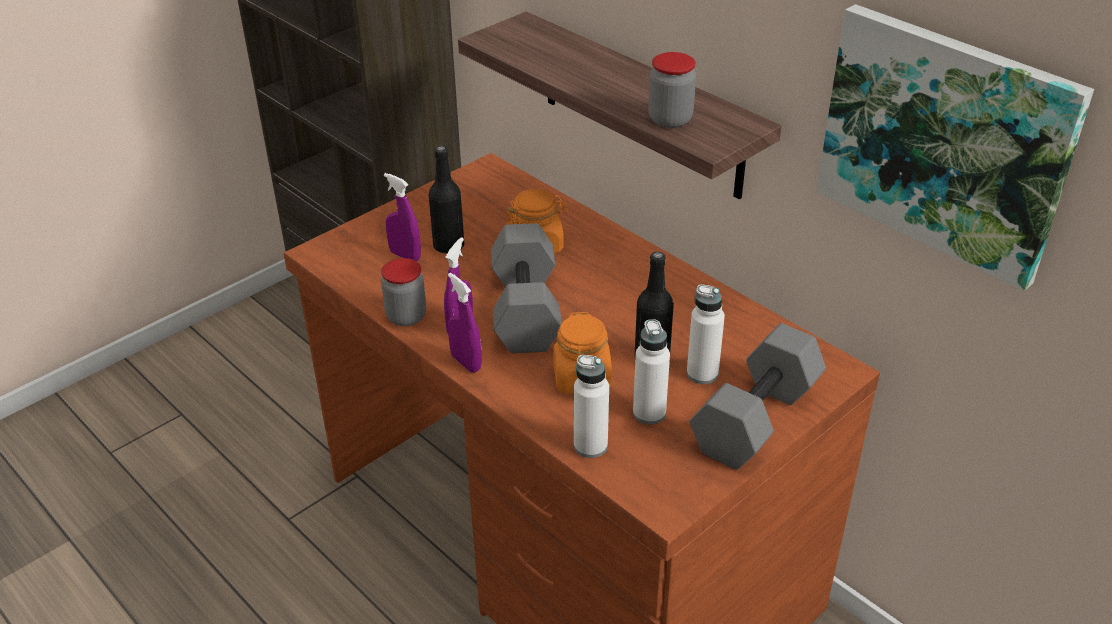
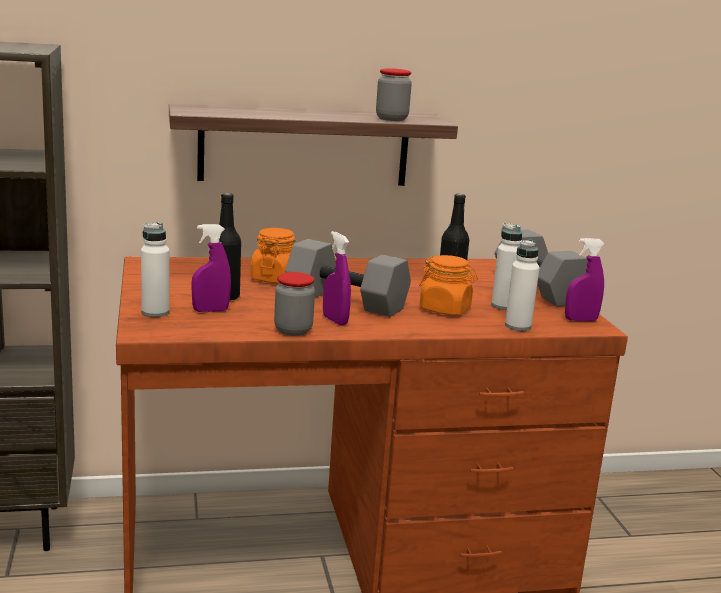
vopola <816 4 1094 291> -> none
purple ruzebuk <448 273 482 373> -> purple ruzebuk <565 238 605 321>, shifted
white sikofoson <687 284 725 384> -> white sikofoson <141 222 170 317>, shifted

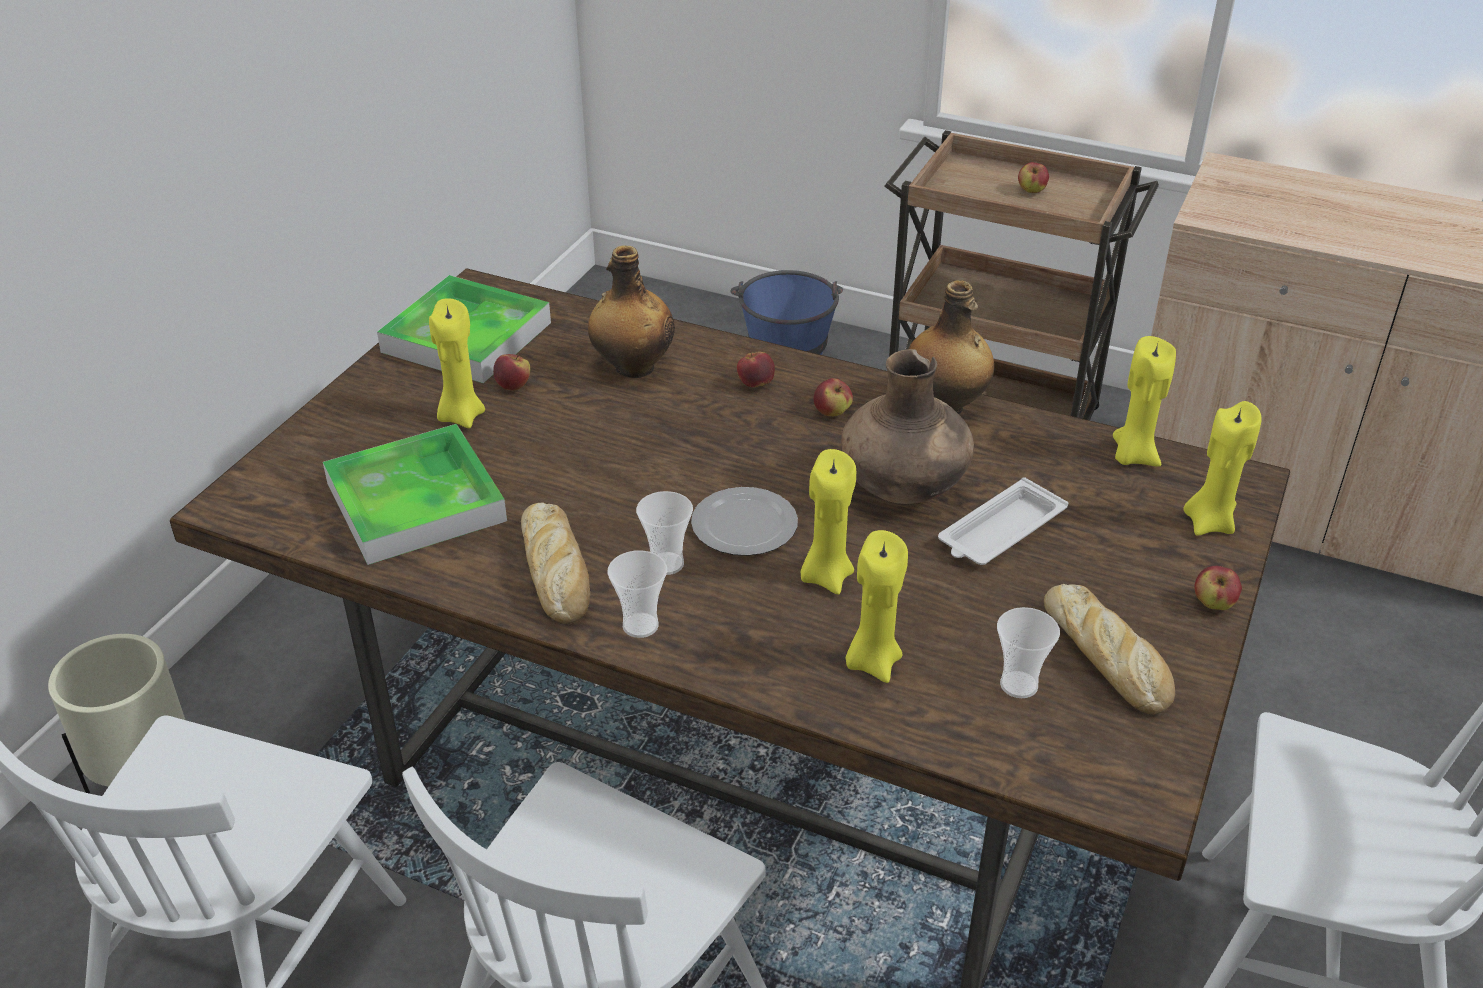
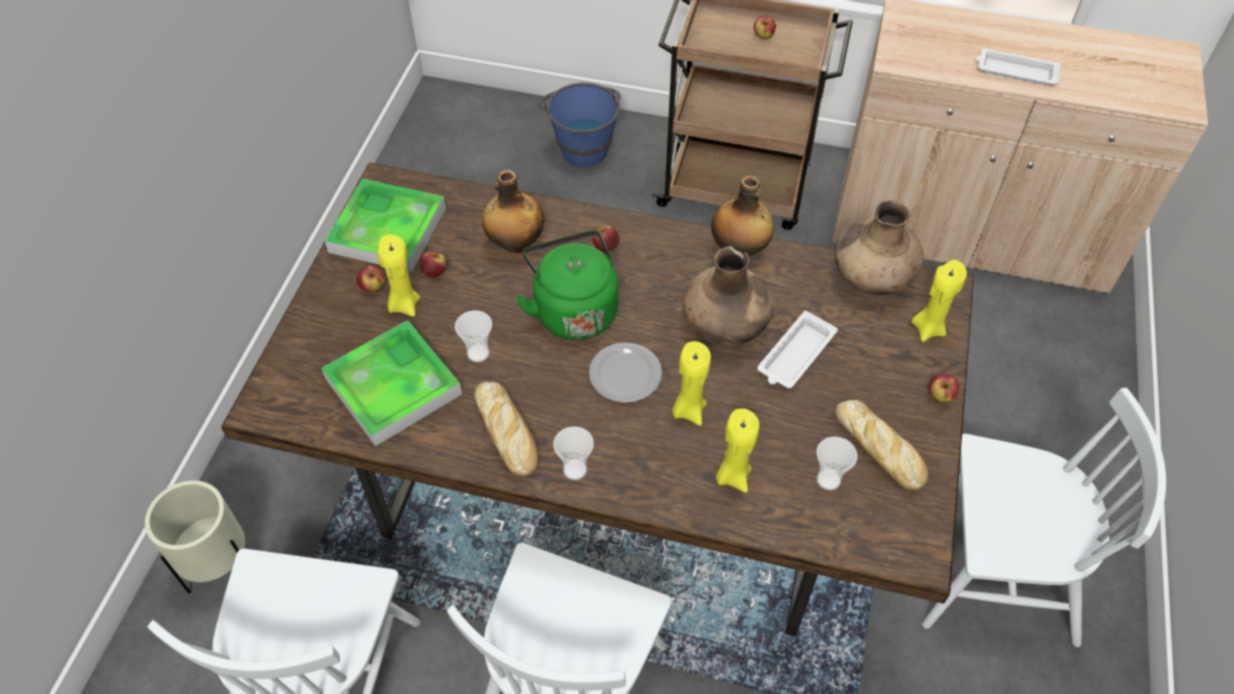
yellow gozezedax <1113 336 1176 466> -> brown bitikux <835 200 924 295>
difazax <814 378 853 416> -> difazax <357 265 385 292>, shifted
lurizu <636 491 693 575> -> lurizu <455 311 492 362>, shifted
none -> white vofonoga <976 48 1061 85>
none -> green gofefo <516 230 618 340>

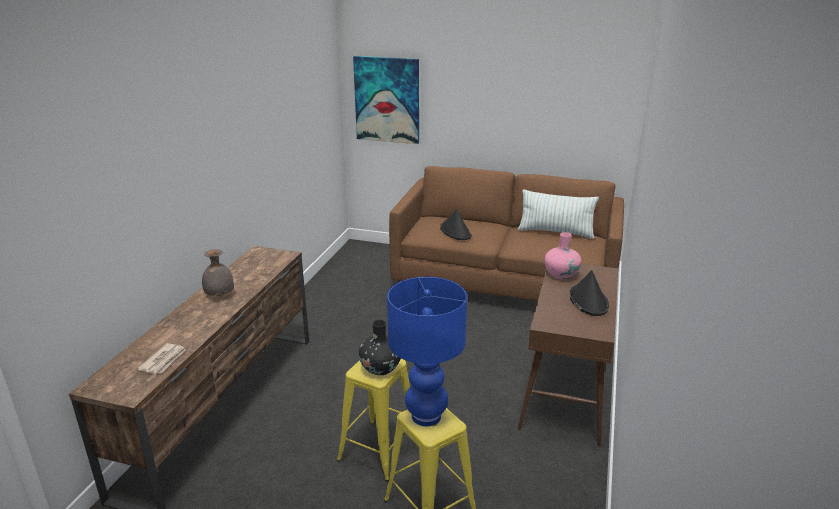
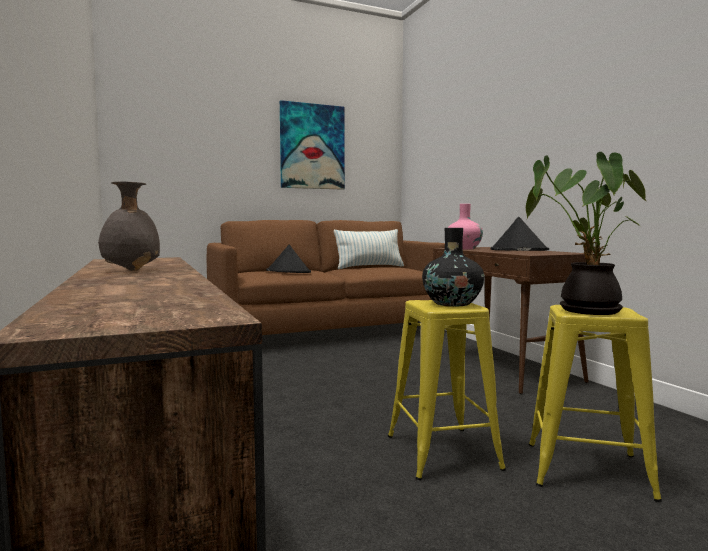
vopola <353 56 419 144> -> vopola <280 100 345 190>, shifted
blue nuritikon <387 277 467 426> -> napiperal <526 152 647 315>
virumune <137 343 187 374> -> none

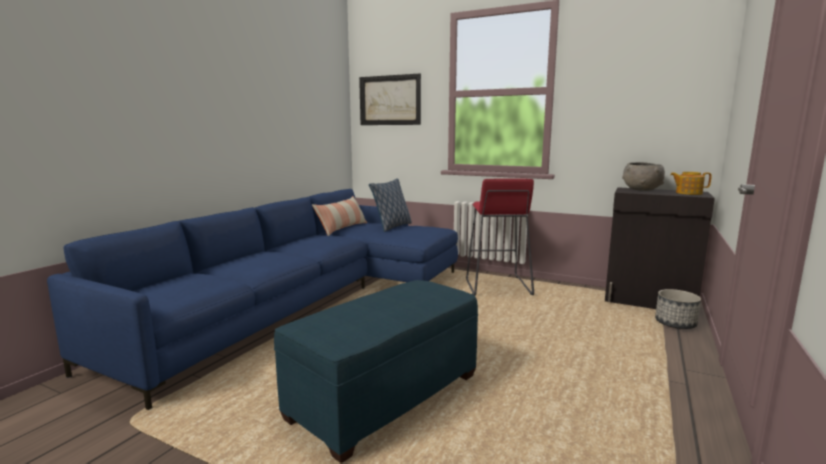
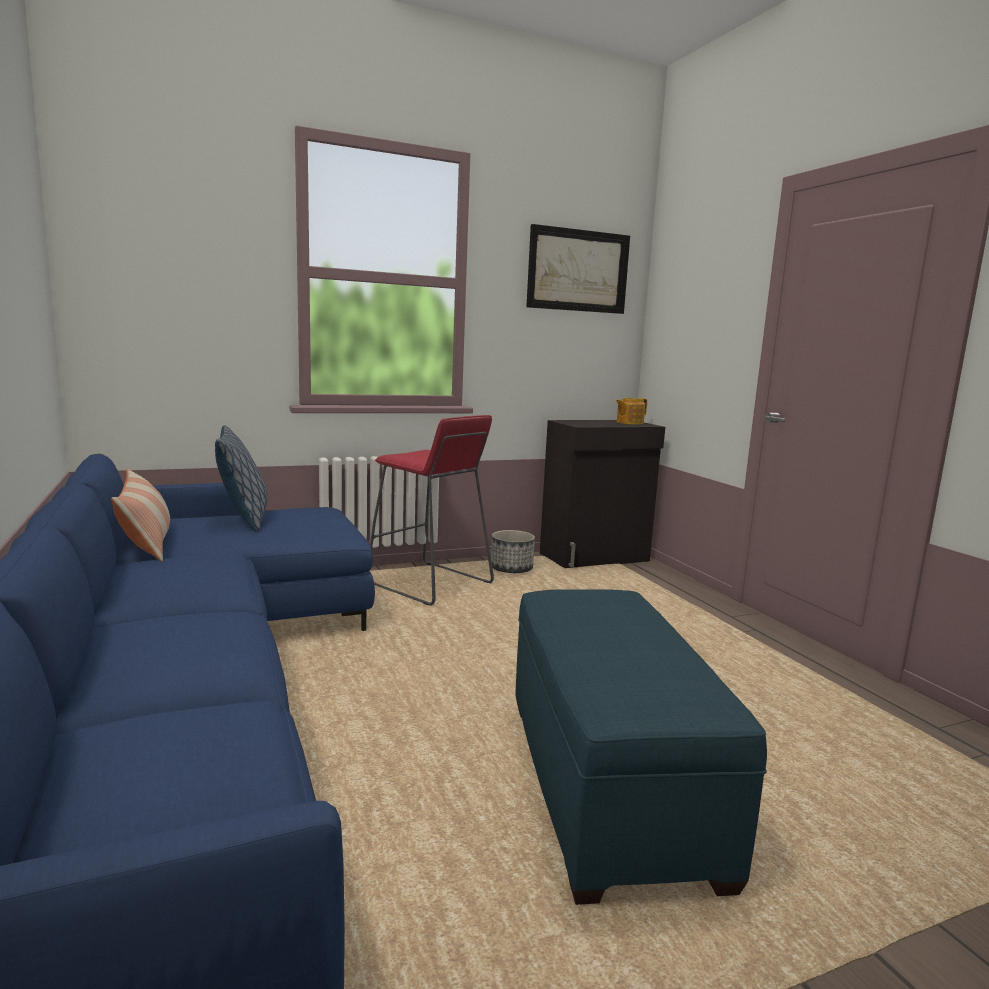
vopola <359 74 421 125> -> vopola <526 224 630 314>, shifted
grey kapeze <622 162 665 191> -> none
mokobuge <655 289 701 329> -> mokobuge <491 530 535 573>, shifted

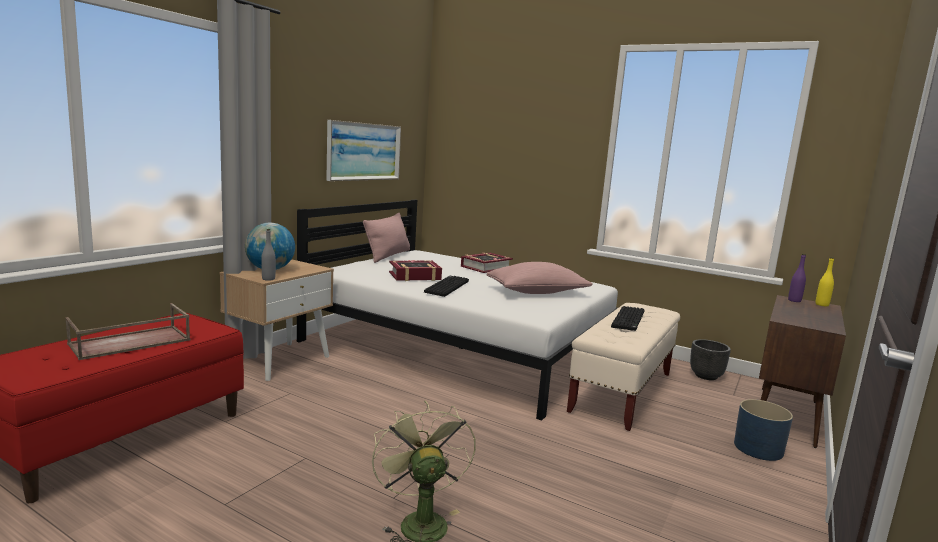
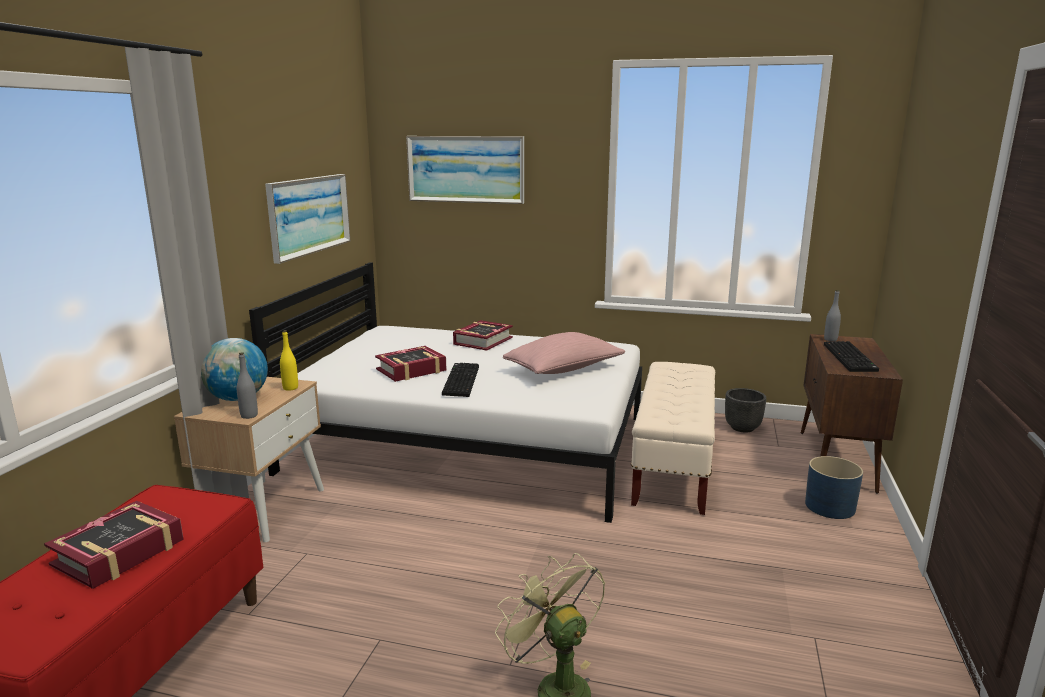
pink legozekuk <363 213 410 263> -> none
purple sikofoson <788 254 806 302> -> grey sikofoson <824 290 841 341>
yellow sikofoson <816 257 834 307> -> yellow sikofoson <280 330 298 391>, shifted
brown vofonoga <66 303 190 360> -> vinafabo <44 501 184 589>
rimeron <611 306 645 331> -> rimeron <824 341 879 372>, shifted
none -> vopola <406 136 524 204>

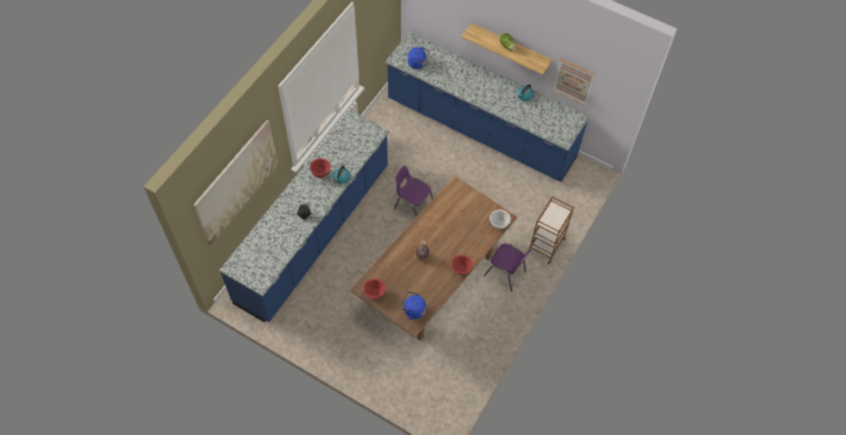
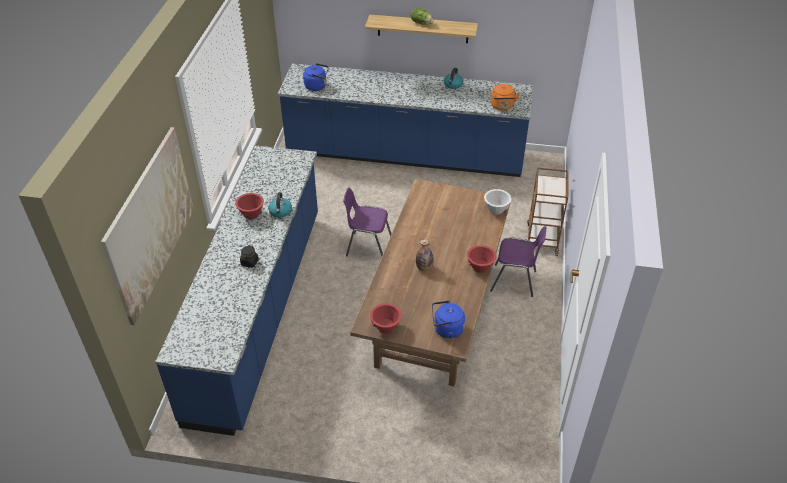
vopola <553 58 595 106> -> none
none -> orange gofefo <491 84 520 111>

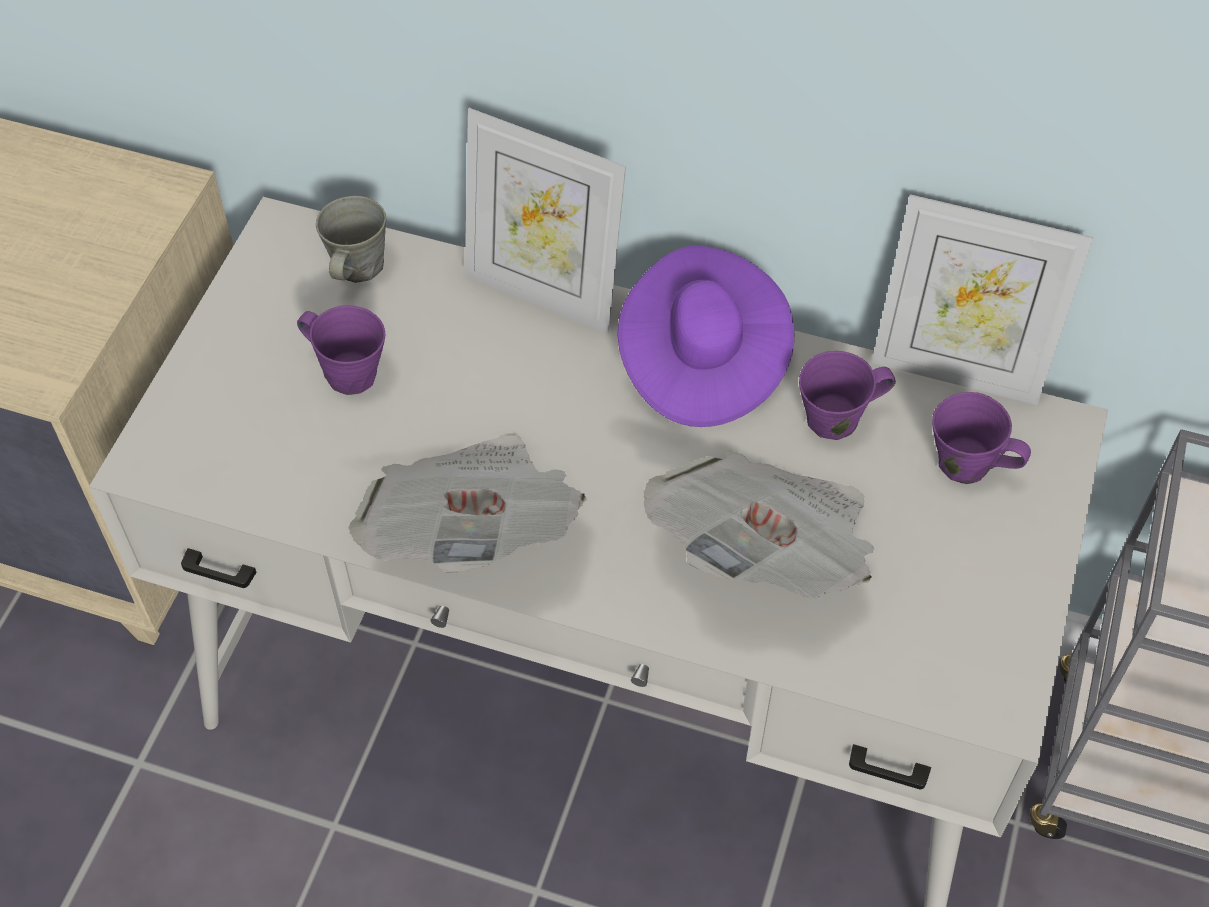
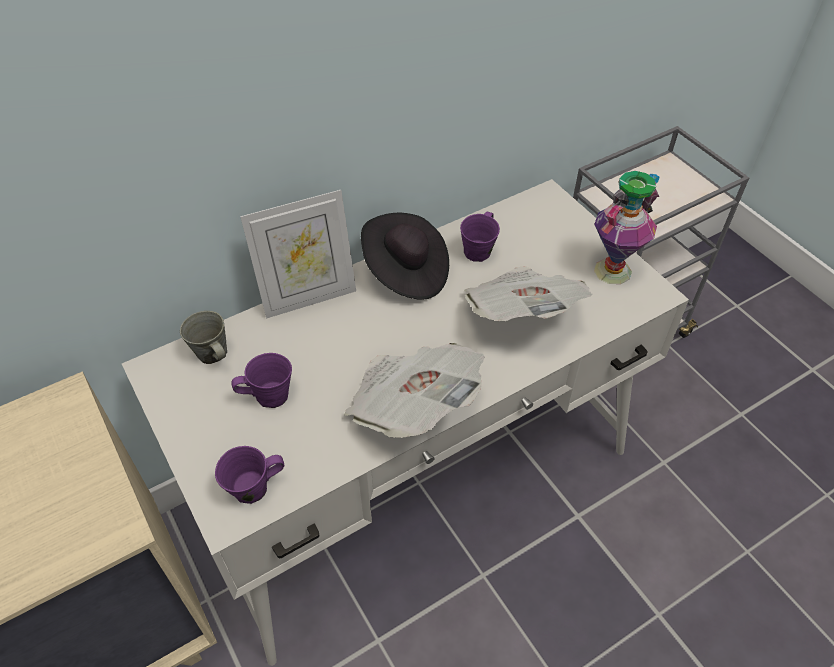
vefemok <872 194 1093 405> -> none
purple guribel <618 246 794 427> -> black guribel <361 213 449 300>
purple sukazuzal <932 392 1031 484> -> purple sukazuzal <215 446 284 504>, shifted
none -> bitikux <594 171 660 284>

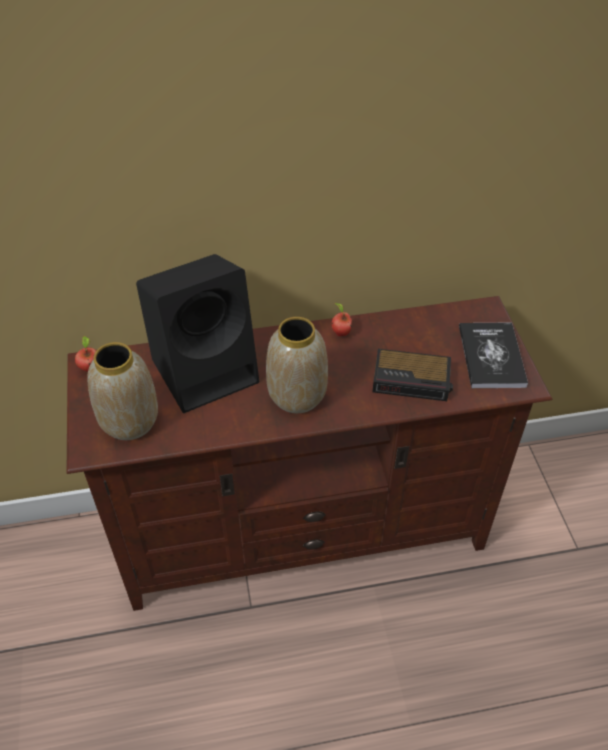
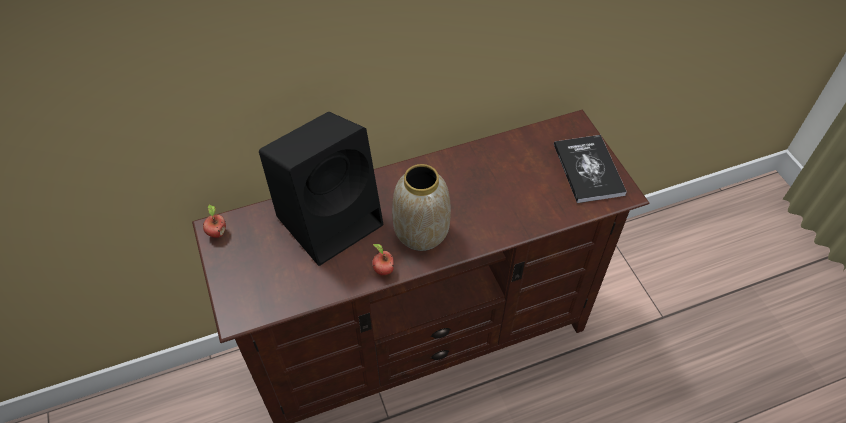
difazax <331 303 352 336> -> difazax <372 244 394 275>, shifted
bitikux <87 342 158 440> -> none
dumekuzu <372 349 453 401> -> none

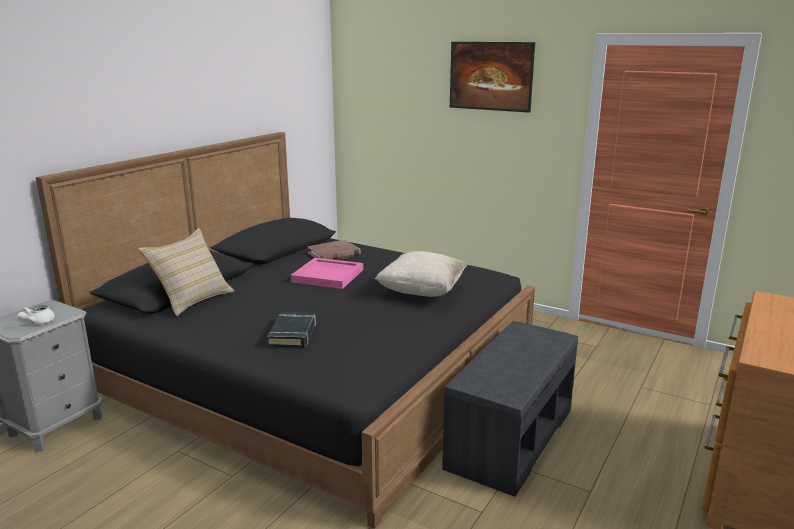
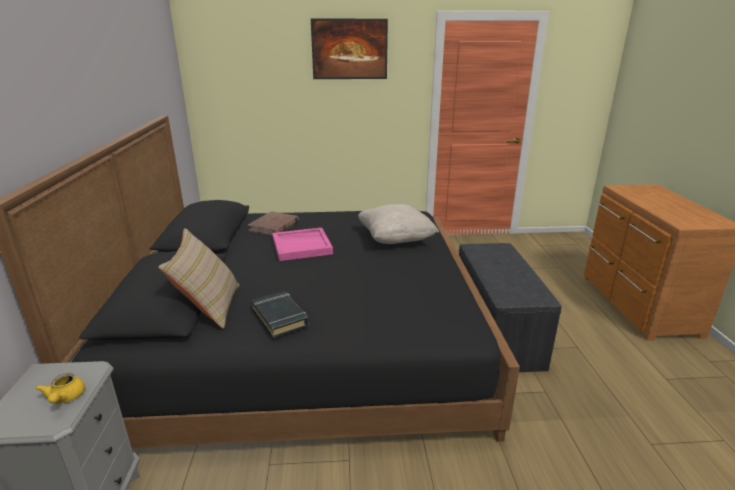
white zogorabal <18 305 55 325> -> yellow zogorabal <36 373 85 404>
black vinafabo <267 312 316 348> -> black vinafabo <251 291 309 338>, shifted

